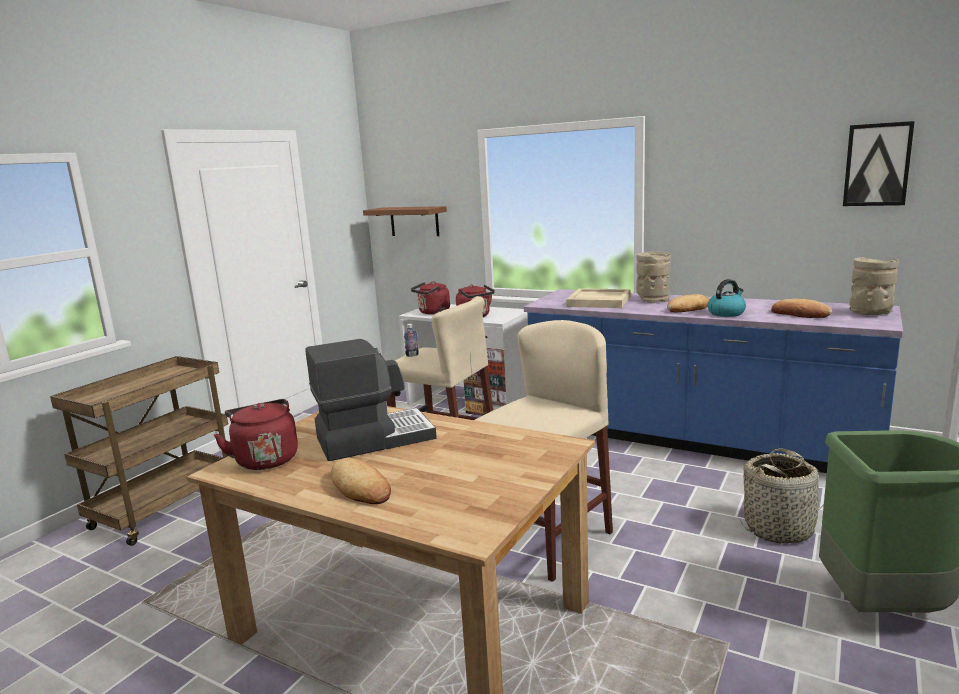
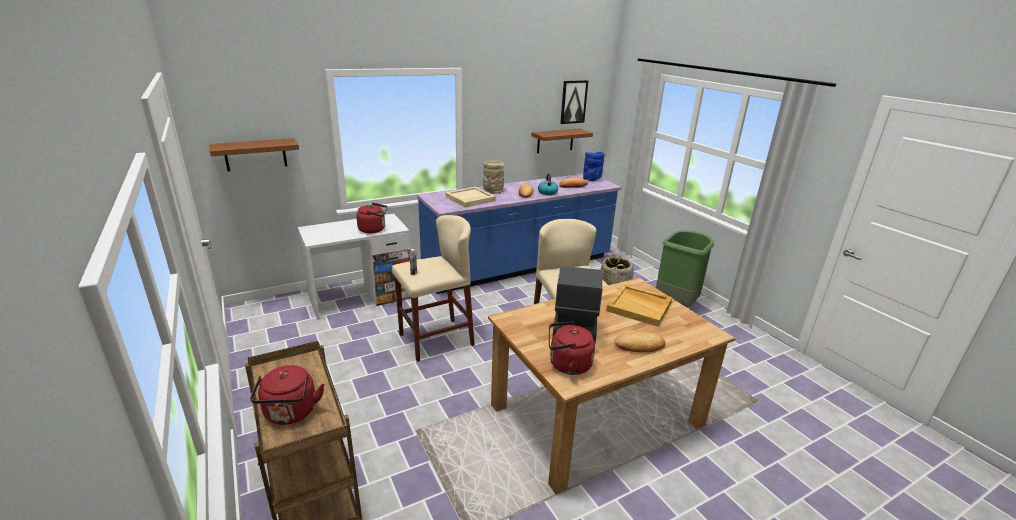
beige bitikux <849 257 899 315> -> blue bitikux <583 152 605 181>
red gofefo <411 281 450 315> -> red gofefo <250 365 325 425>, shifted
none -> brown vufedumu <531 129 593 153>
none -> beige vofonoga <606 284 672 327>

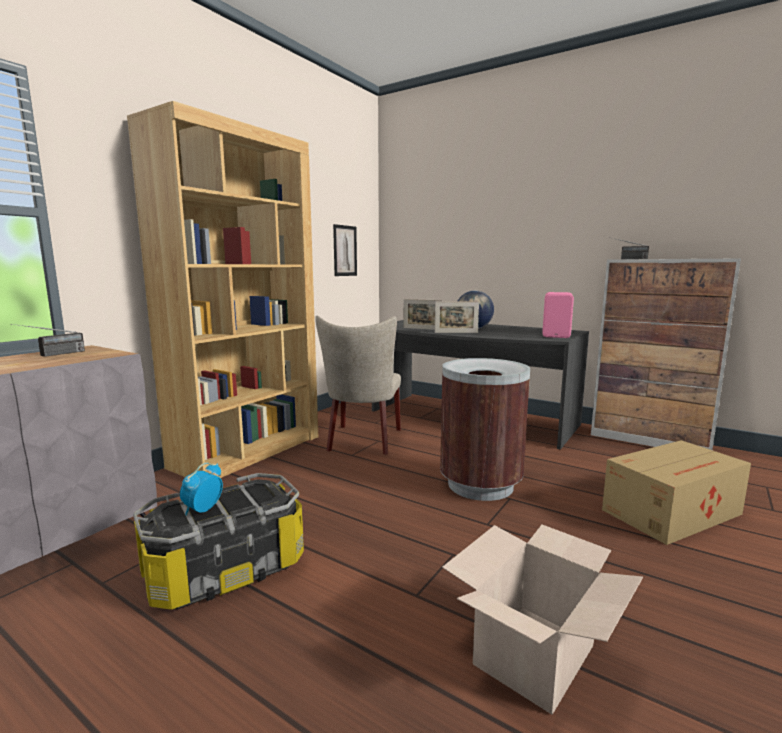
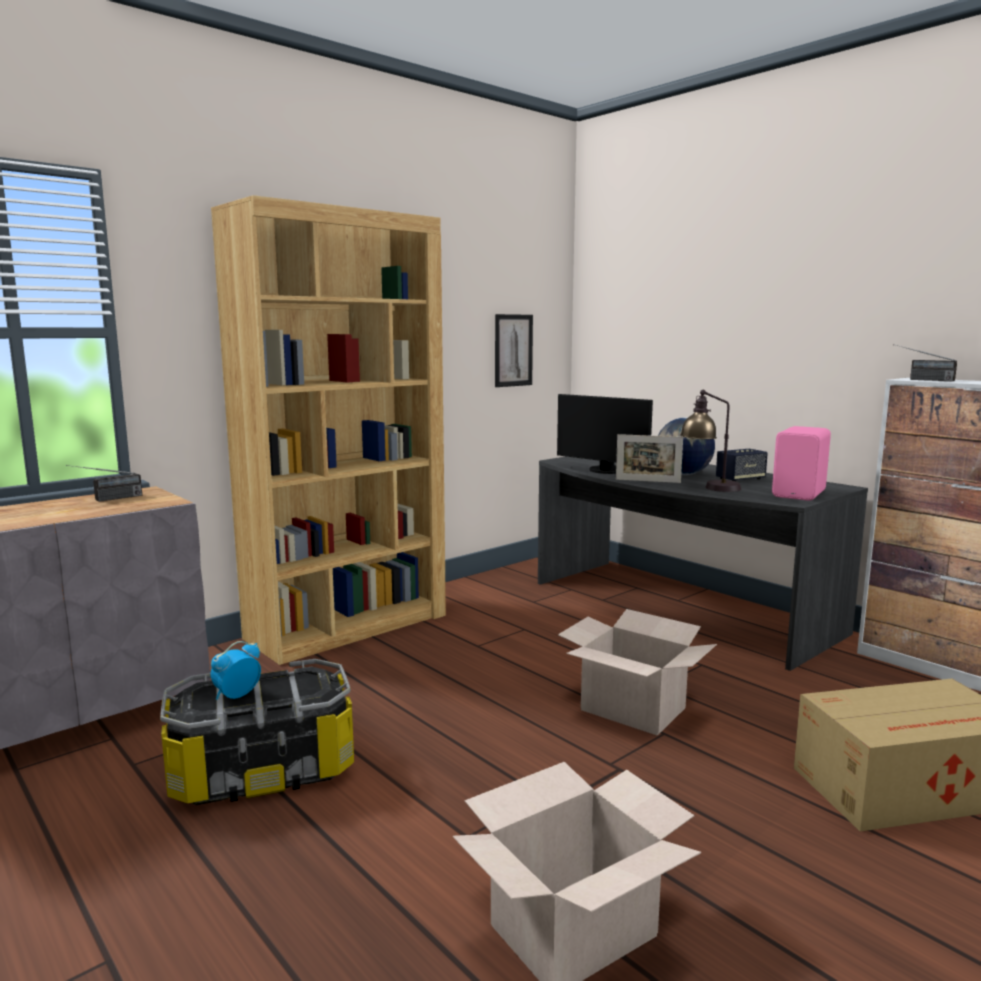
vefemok <403 299 442 330> -> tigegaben <557 394 653 474>
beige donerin <315 316 401 455> -> none
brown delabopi <440 358 530 501> -> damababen <558 609 717 736>
none -> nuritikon <680 390 741 492>
none -> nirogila <716 449 768 481>

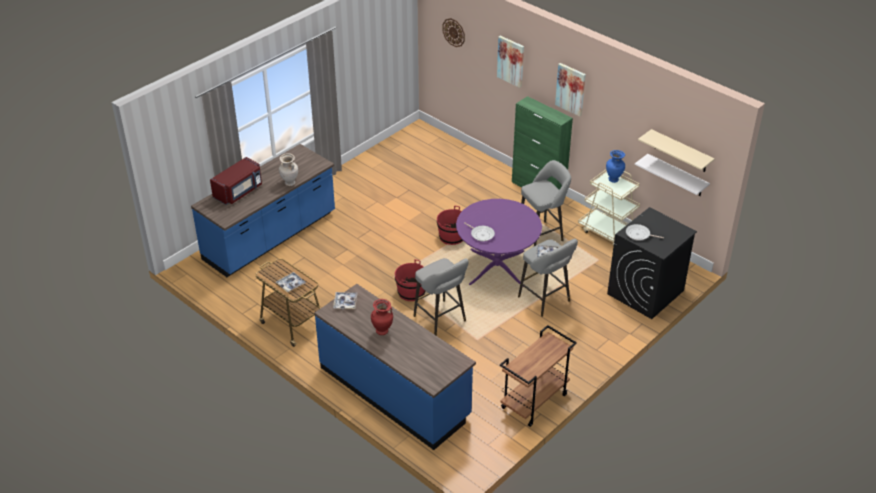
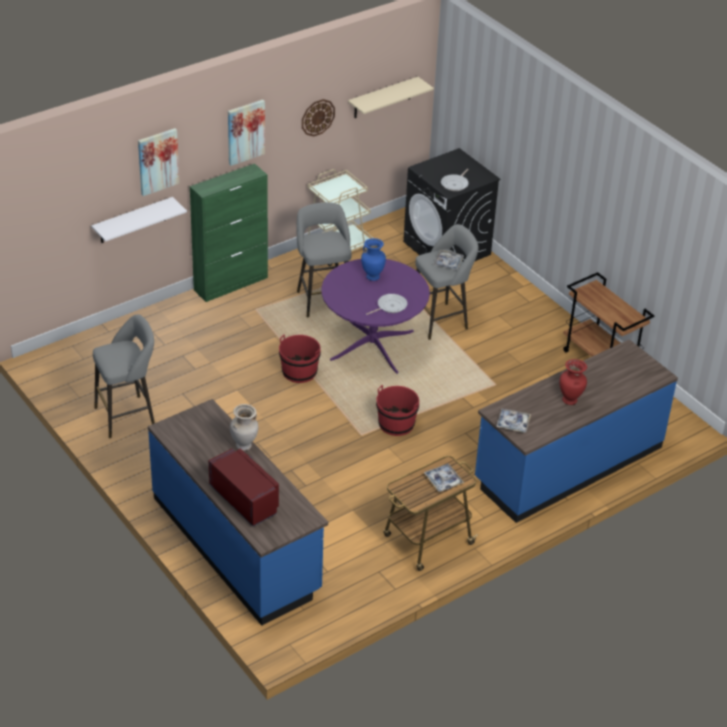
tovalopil <442 18 465 47> -> tovalopil <302 99 335 136>, shifted
blue bitikux <606 150 625 183> -> blue bitikux <361 238 386 281>, shifted
white vufedumu <635 154 710 196> -> white vufedumu <91 197 187 243>, shifted
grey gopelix <413 258 469 336> -> grey gopelix <93 314 155 438>, shifted

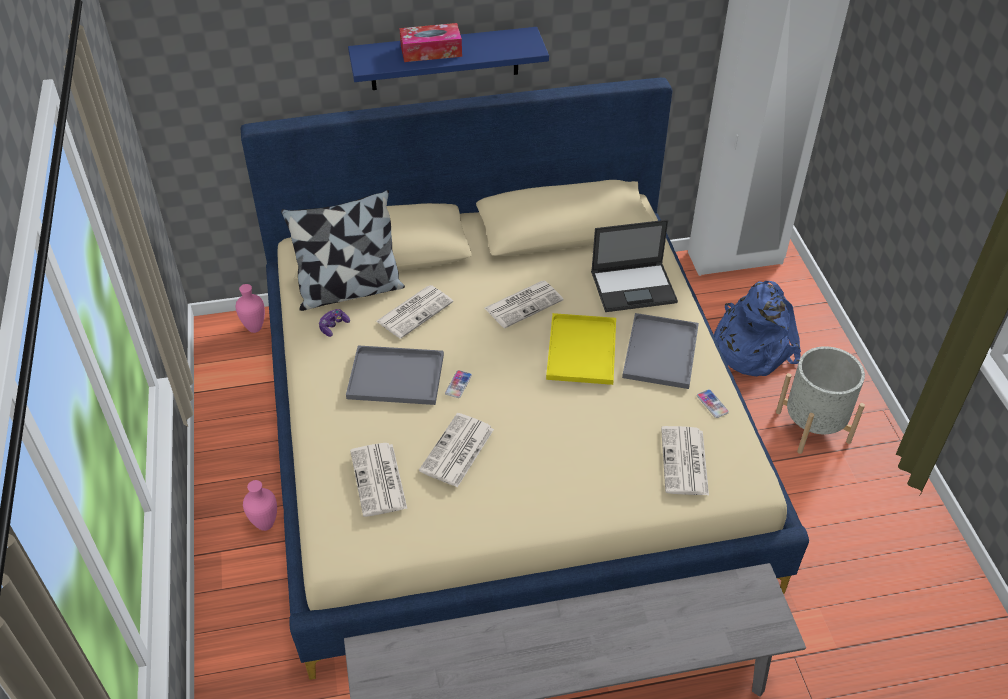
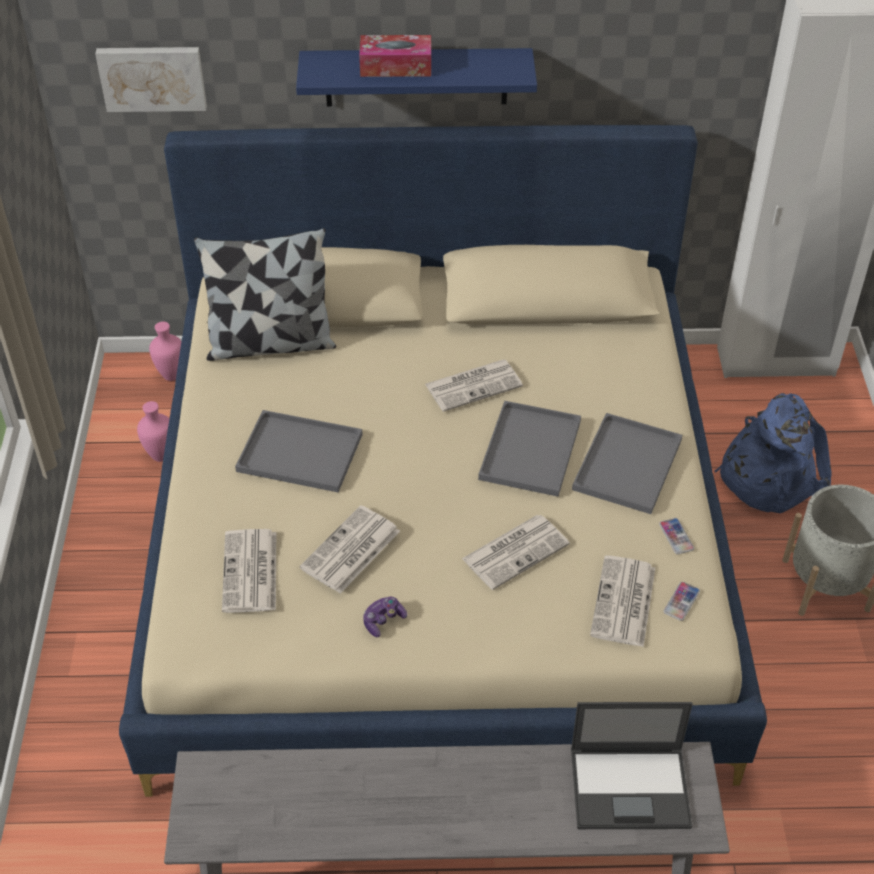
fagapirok <591 220 678 312> -> fagapirok <571 702 693 829>, shifted
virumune <376 285 453 339> -> virumune <462 515 570 590>, shifted
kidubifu <319 309 350 337> -> kidubifu <363 597 407 637>, shifted
yellow vofonoga <546 313 616 385> -> grey vofonoga <478 401 581 497>
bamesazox <445 370 472 398> -> bamesazox <663 582 700 621>, shifted
pink bitikux <243 480 277 531> -> pink bitikux <137 401 169 462>, shifted
none -> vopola <95 47 207 112>

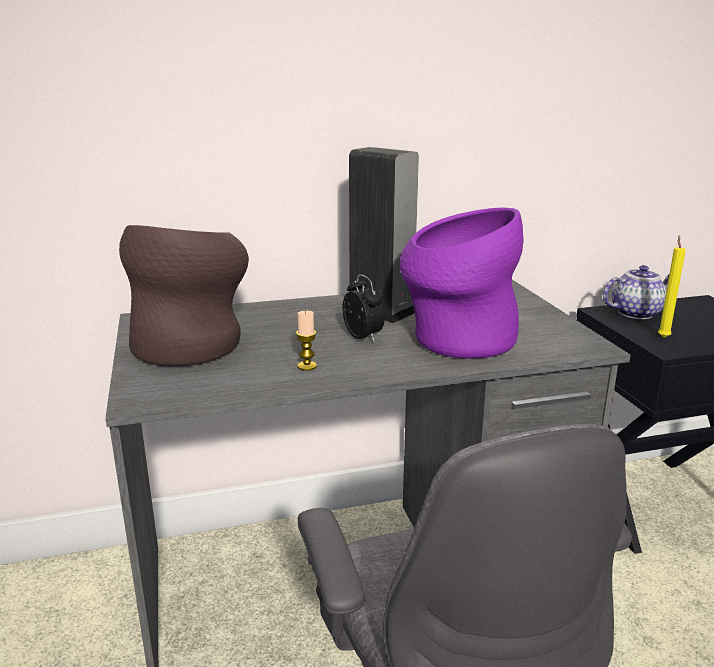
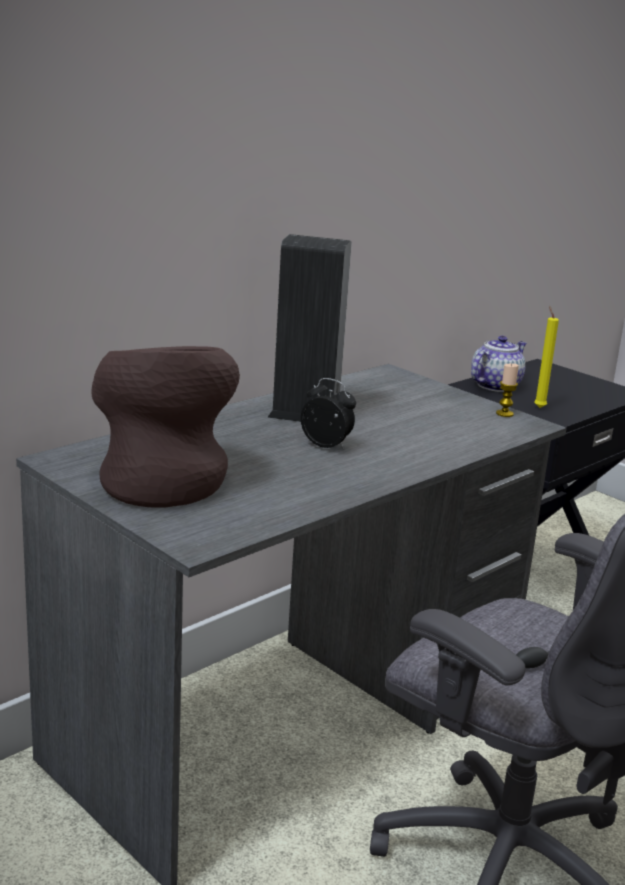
purple bitikux <400 207 524 359> -> none
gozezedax <296 311 317 371> -> gozezedax <496 363 519 417>, shifted

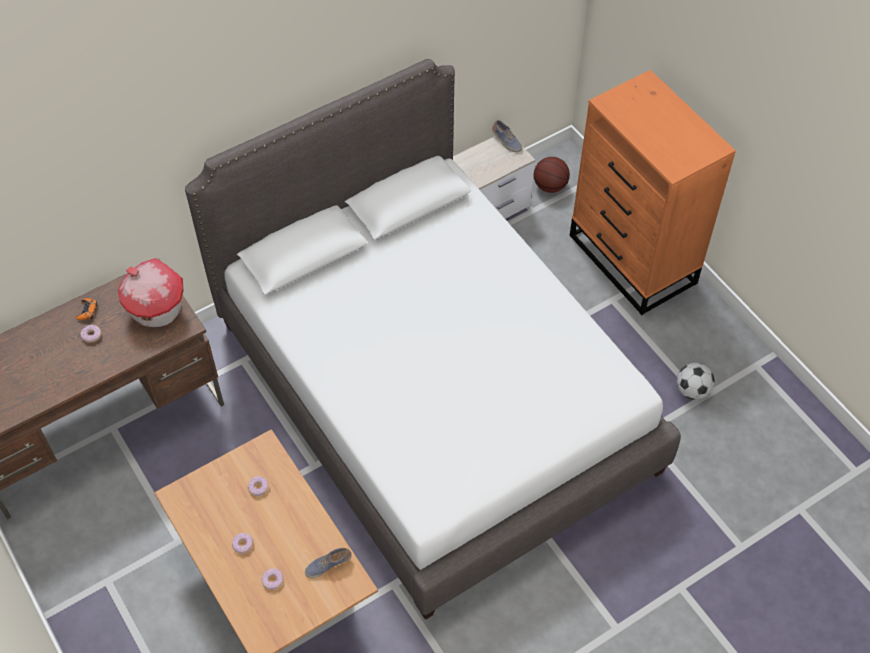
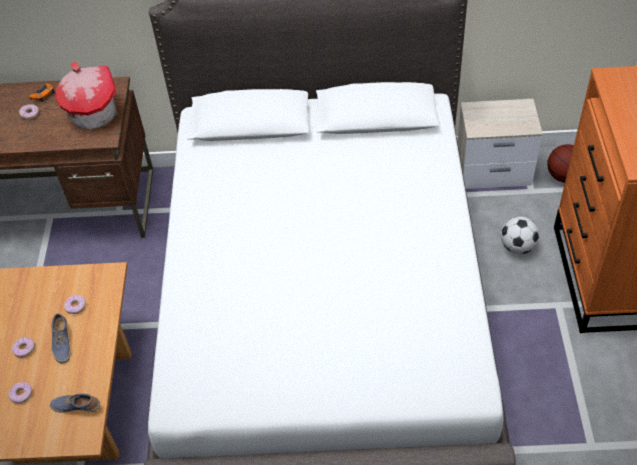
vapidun <492 120 523 152> -> vapidun <52 313 70 364>, shifted
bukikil <677 363 715 400> -> bukikil <501 216 539 254>, shifted

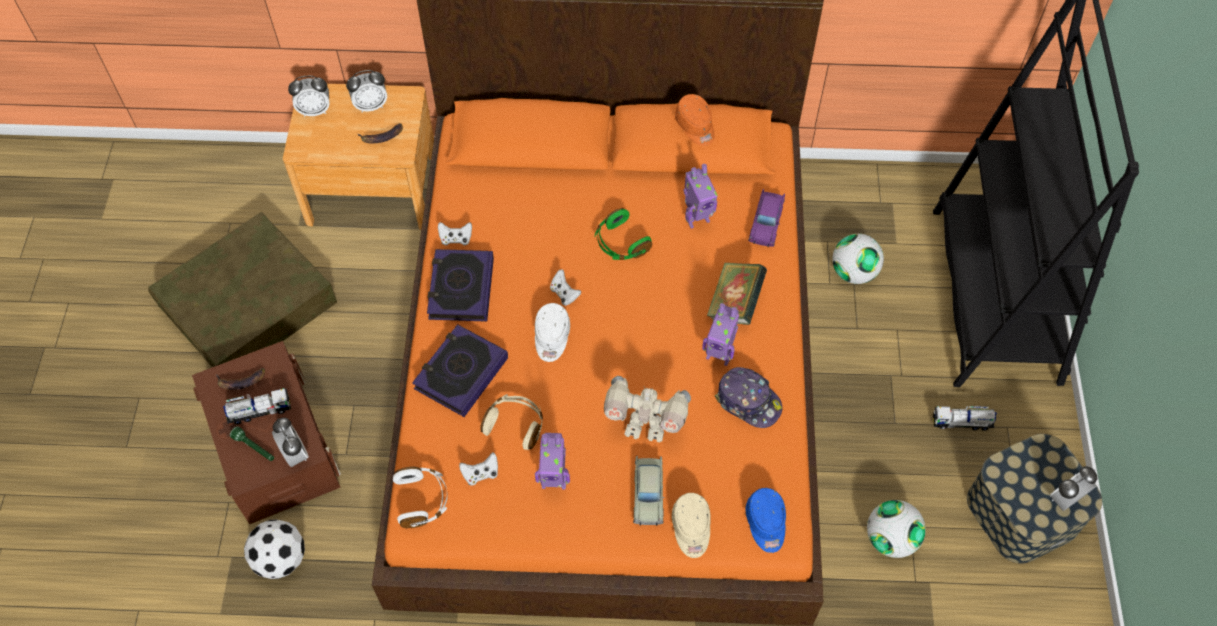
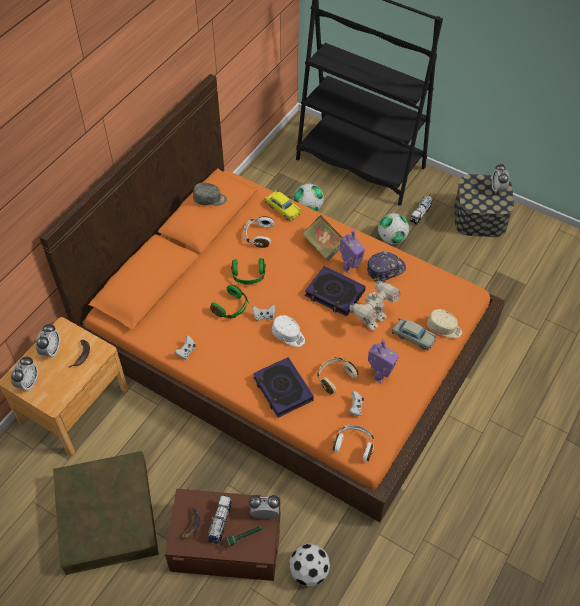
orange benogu <675 94 715 146> -> grey benogu <193 183 227 206>
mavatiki <684 164 718 229> -> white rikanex <244 216 274 248>
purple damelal <748 189 785 247> -> yellow damelal <265 190 301 221>
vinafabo <427 249 494 322> -> vinafabo <305 266 366 316>, shifted
blue benogu <745 488 786 553> -> none
bukikil <867 500 926 558> -> bukikil <378 213 409 244>, shifted
none -> green rikanex <210 284 249 318>

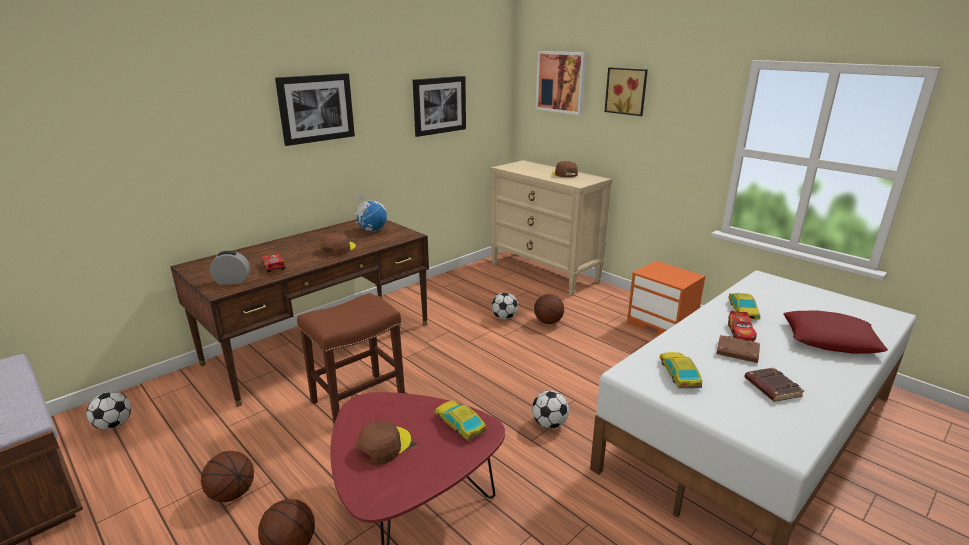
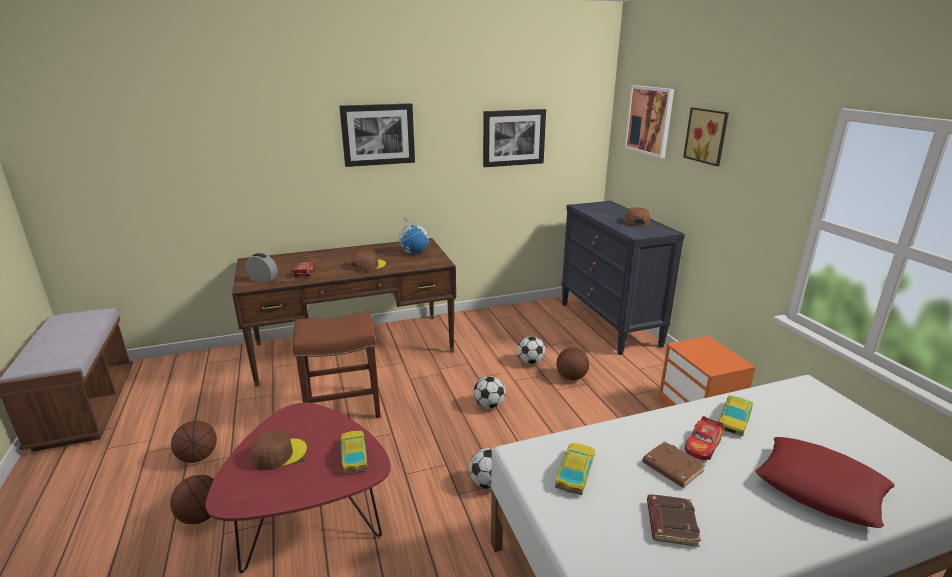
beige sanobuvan <490 160 612 296> -> black sanobuvan <561 201 685 355>
bukikil <87 392 131 430> -> bukikil <474 376 506 409>, shifted

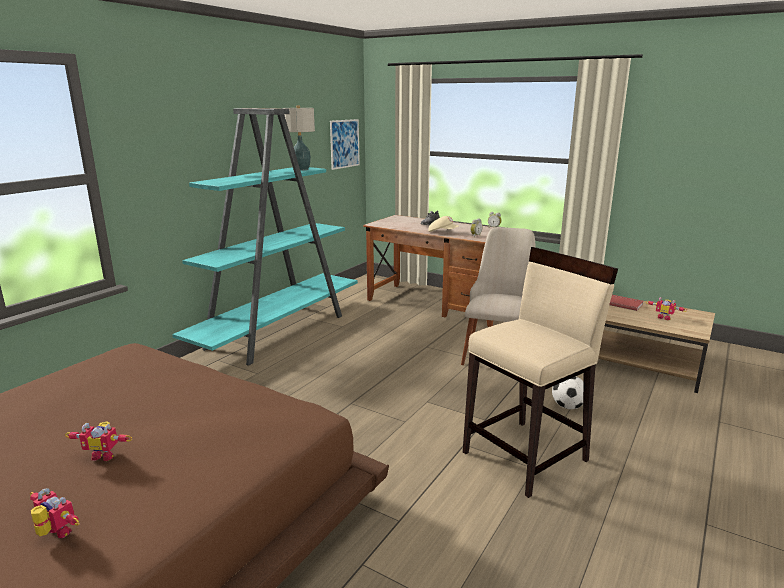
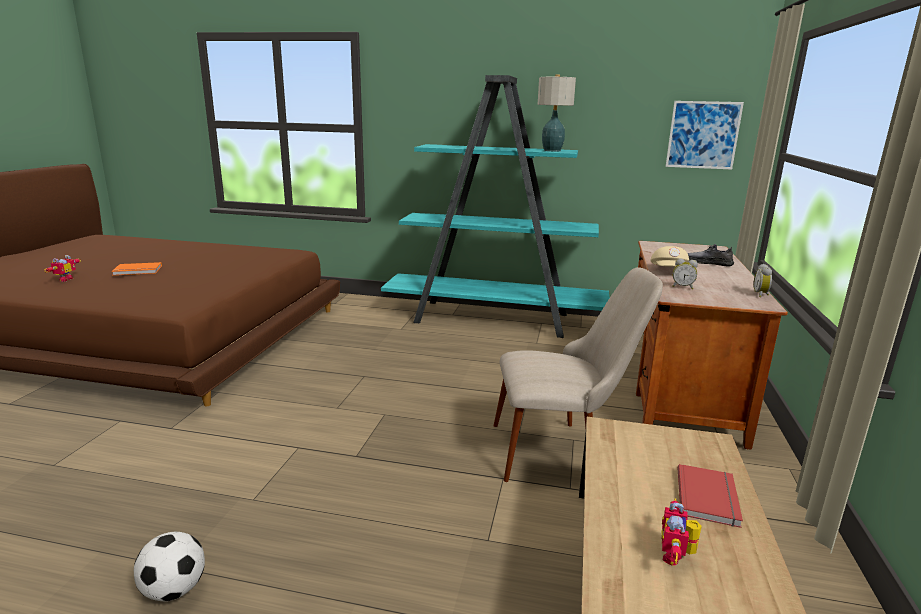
beige gopelix <463 247 618 498> -> none
bukikil <552 376 584 409> -> bukikil <134 532 205 601>, shifted
mavatiki <65 421 132 461> -> orange vinafabo <112 262 162 275>

